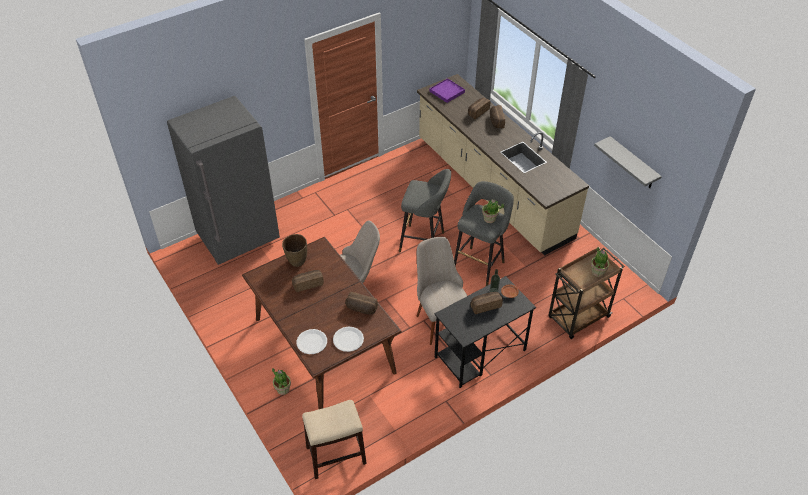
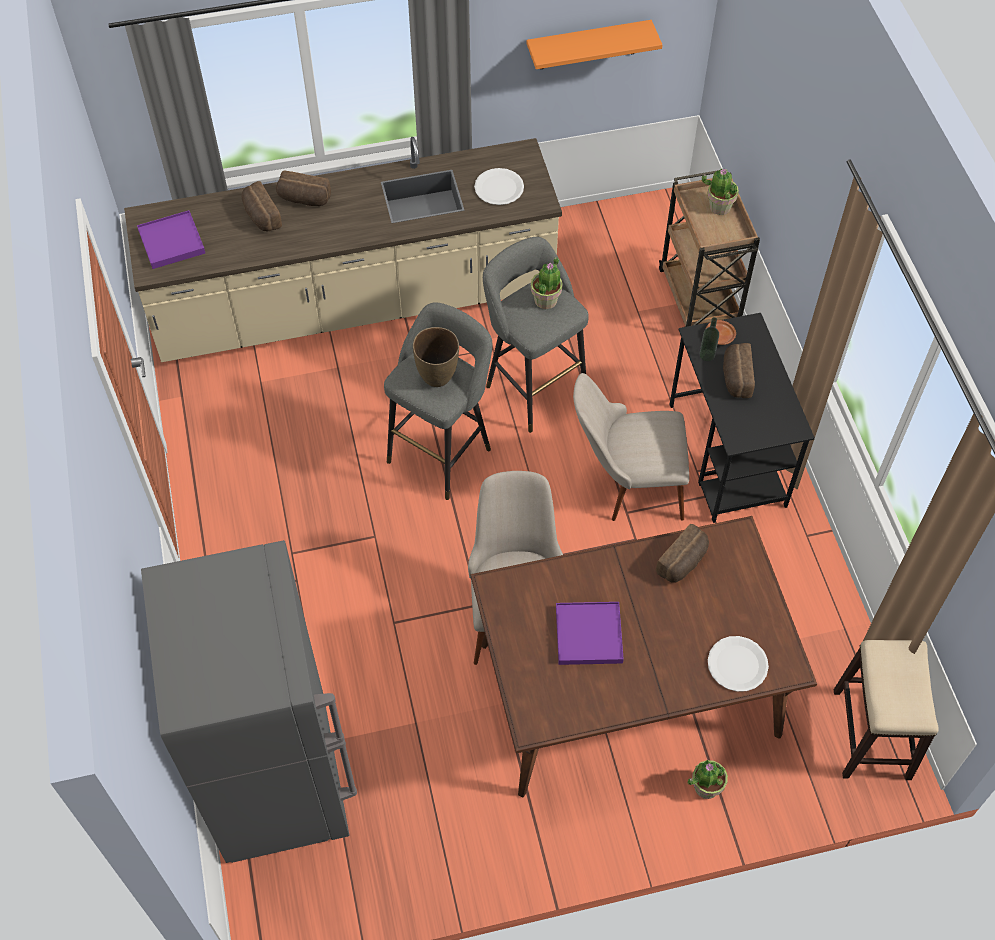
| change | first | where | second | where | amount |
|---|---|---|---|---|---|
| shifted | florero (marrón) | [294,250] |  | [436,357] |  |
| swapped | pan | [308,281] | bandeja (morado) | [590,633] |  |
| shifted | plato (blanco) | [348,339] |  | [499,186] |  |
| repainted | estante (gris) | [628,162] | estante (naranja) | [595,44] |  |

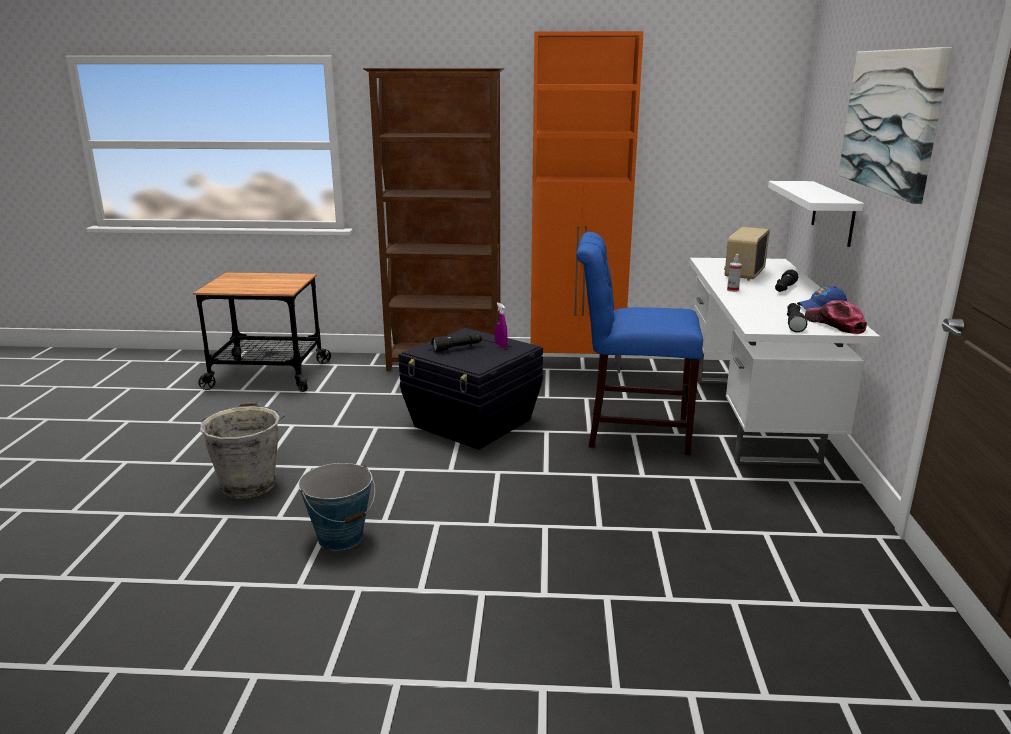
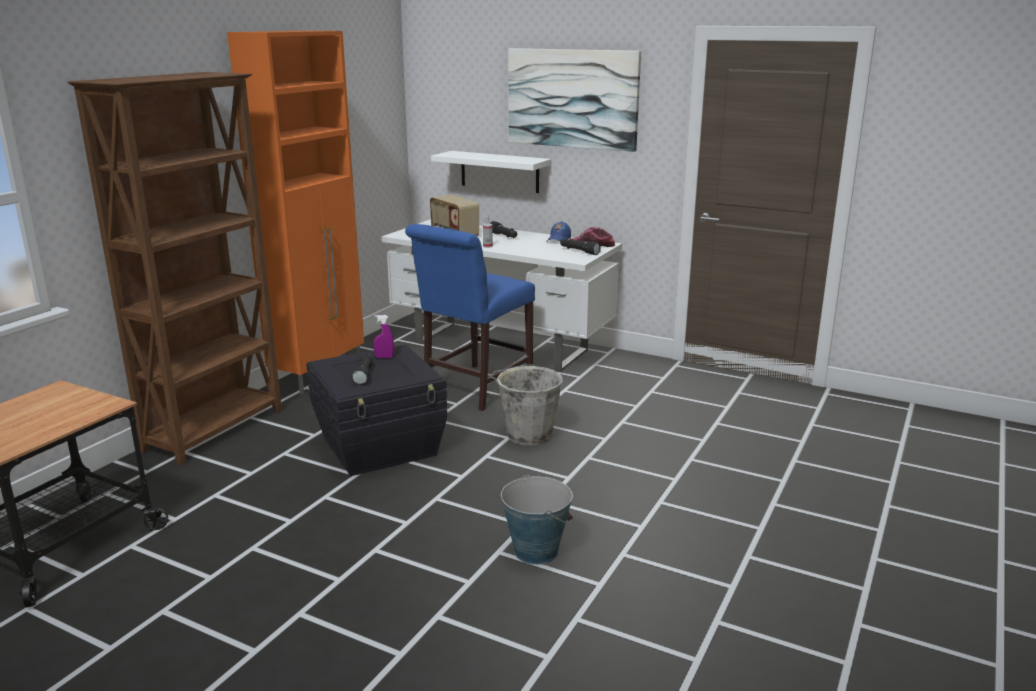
| change | first | where | second | where | amount |
|---|---|---|---|---|---|
| shifted | cubo (gris) | [242,450] |  | [526,405] |  |

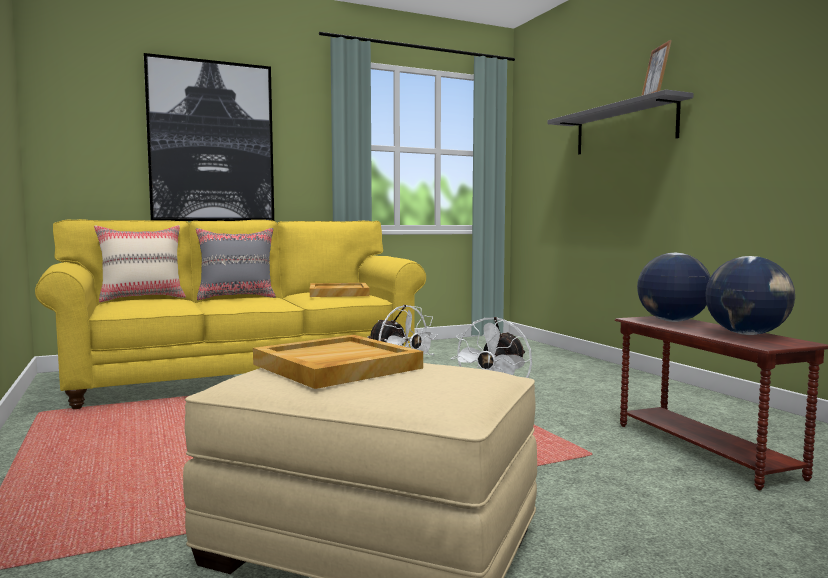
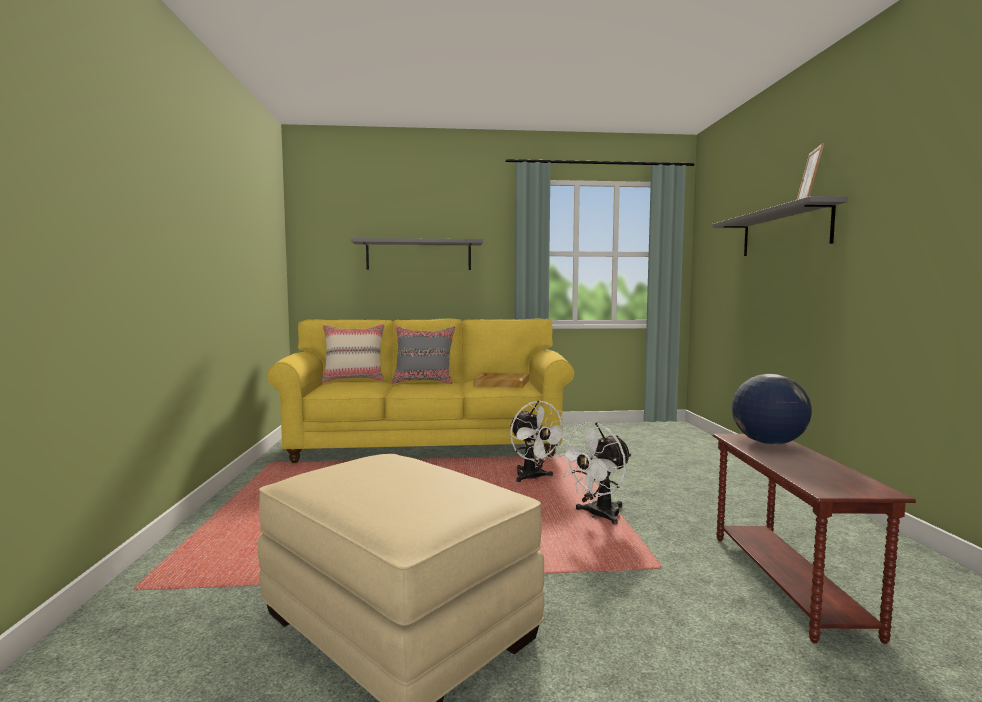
| change | first | where | second | where | amount |
|---|---|---|---|---|---|
| swapped | cuadro | [209,137] | estante (gris) | [417,254] |  |
| gone | bandeja (beis) | [338,362] |  |  |  |
| gone | globo terráqueo | [750,295] |  |  |  |

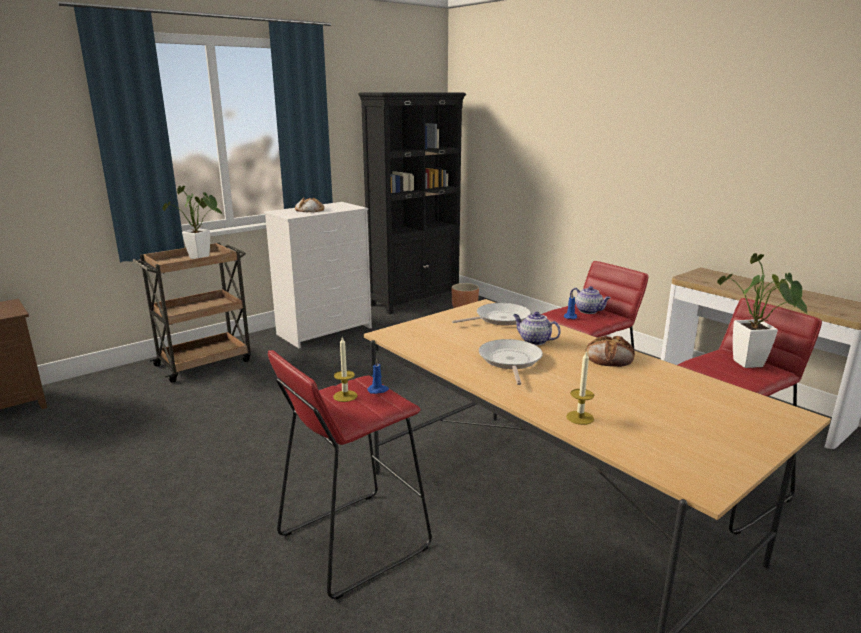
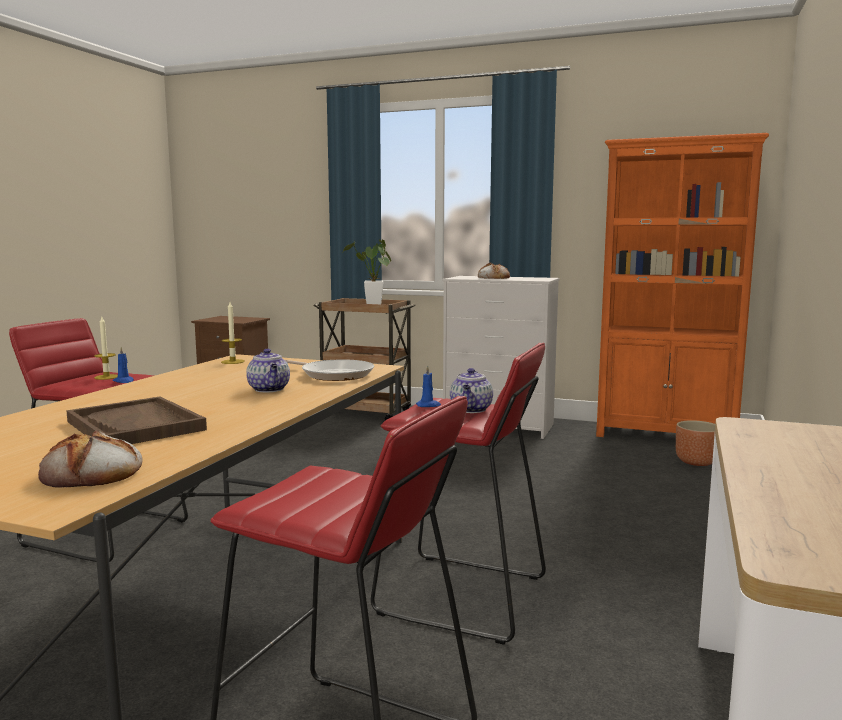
| change | first | where | second | where | amount |
|---|---|---|---|---|---|
| repainted | estantería (negro) | [412,204] | estantería (naranja) | [682,285] |  |
| gone | sartén | [511,362] |  |  |  |
| rotated | tetera | [537,328] |  | [268,371] | 150 degrees clockwise |
| shifted | vela | [580,388] |  | [233,333] |  |
| shifted | pan | [610,351] |  | [90,459] |  |
| gone | planta en maceta | [762,310] |  |  |  |
| new |  |  | bandeja (marrón) | [136,420] |  |

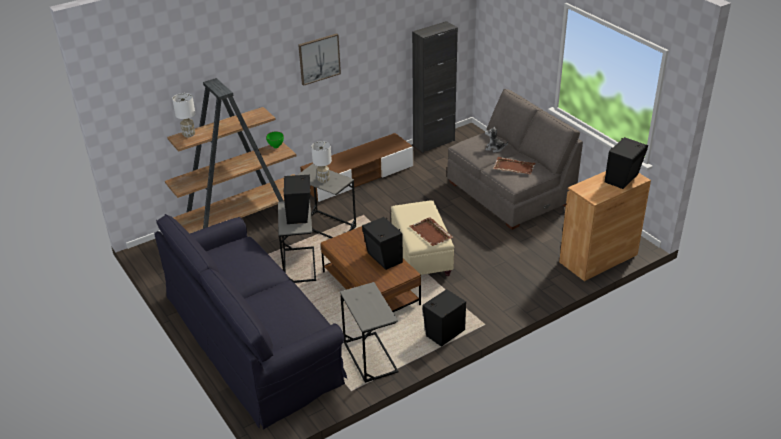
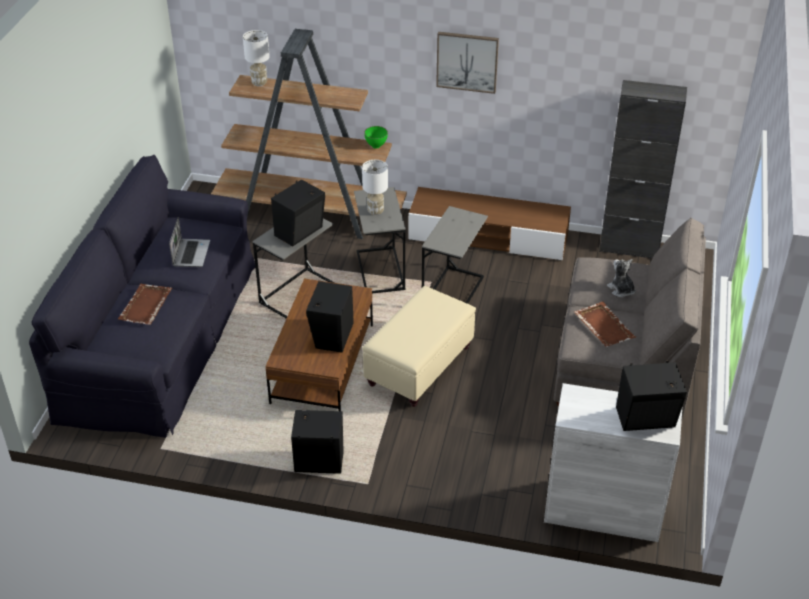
| change | first | where | second | where | amount |
|---|---|---|---|---|---|
| shifted | mesa auxiliar (gris) | [369,332] |  | [455,255] |  |
| shifted | bandeja (marrón) | [431,231] |  | [145,304] |  |
| repainted | armario (marrón) | [605,226] | armario (blanco) | [613,462] |  |
| new |  |  | portátil | [189,242] |  |

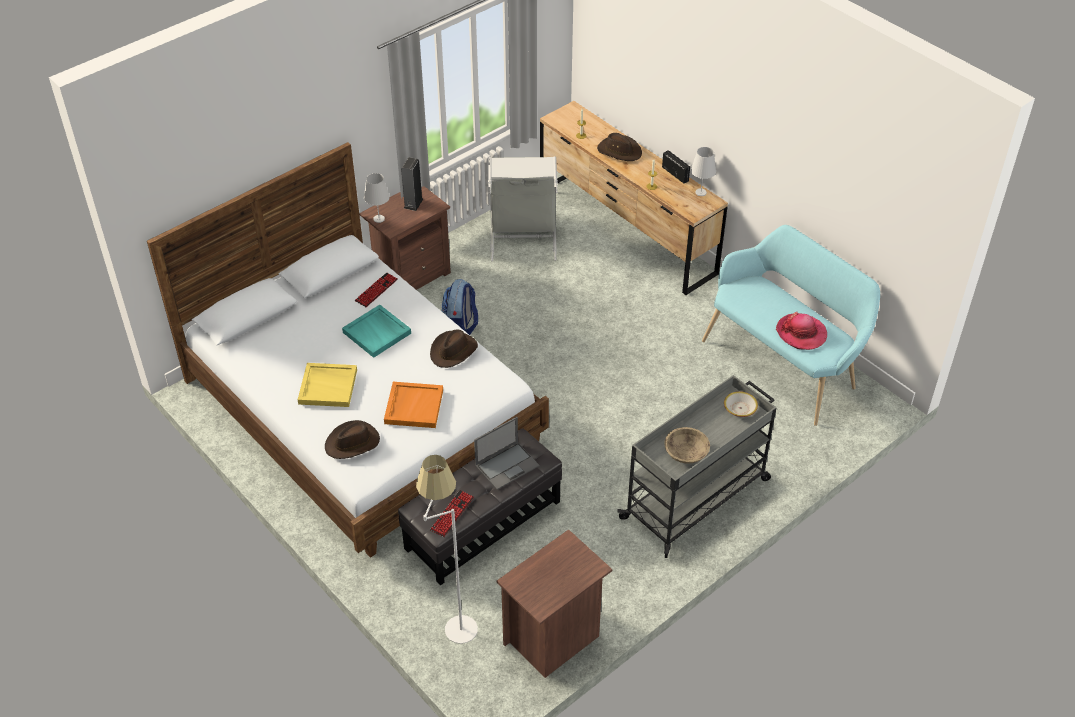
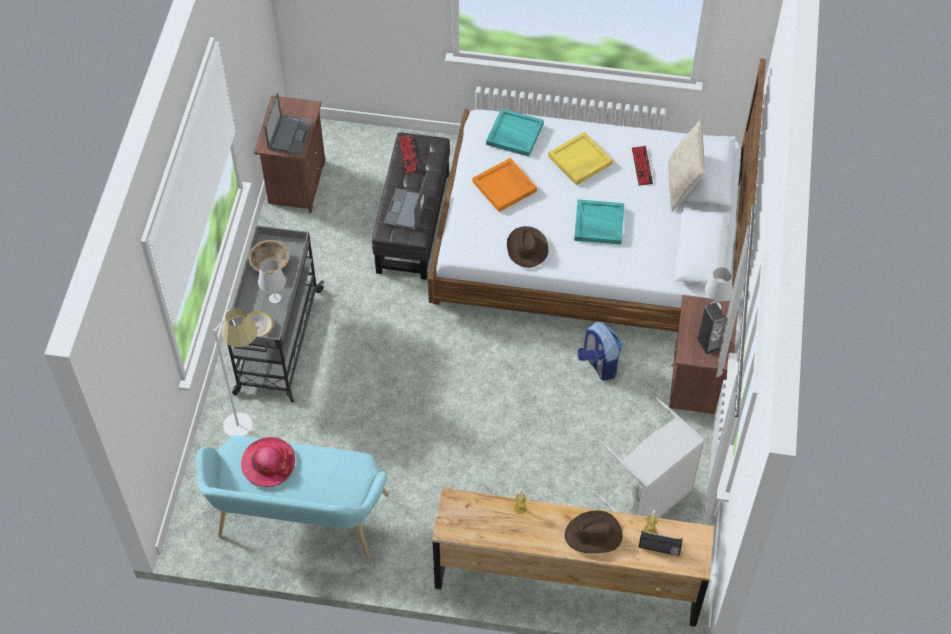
| change | first | where | second | where | amount |
|---|---|---|---|---|---|
| swapped | sombrero (marrón) | [352,439] | bandeja (turquesa) | [515,132] |  |
| shifted | teclado | [376,290] |  | [642,166] |  |
| shifted | lámpara de pie (blanco) | [447,549] |  | [235,372] |  |
| shifted | radio | [676,166] |  | [661,543] |  |
| shifted | lámpara de mesa (blanco) | [703,171] |  | [272,281] |  |
| new |  |  | portátil | [288,123] |  |
| new |  |  | cojín (beis) | [686,166] |  |

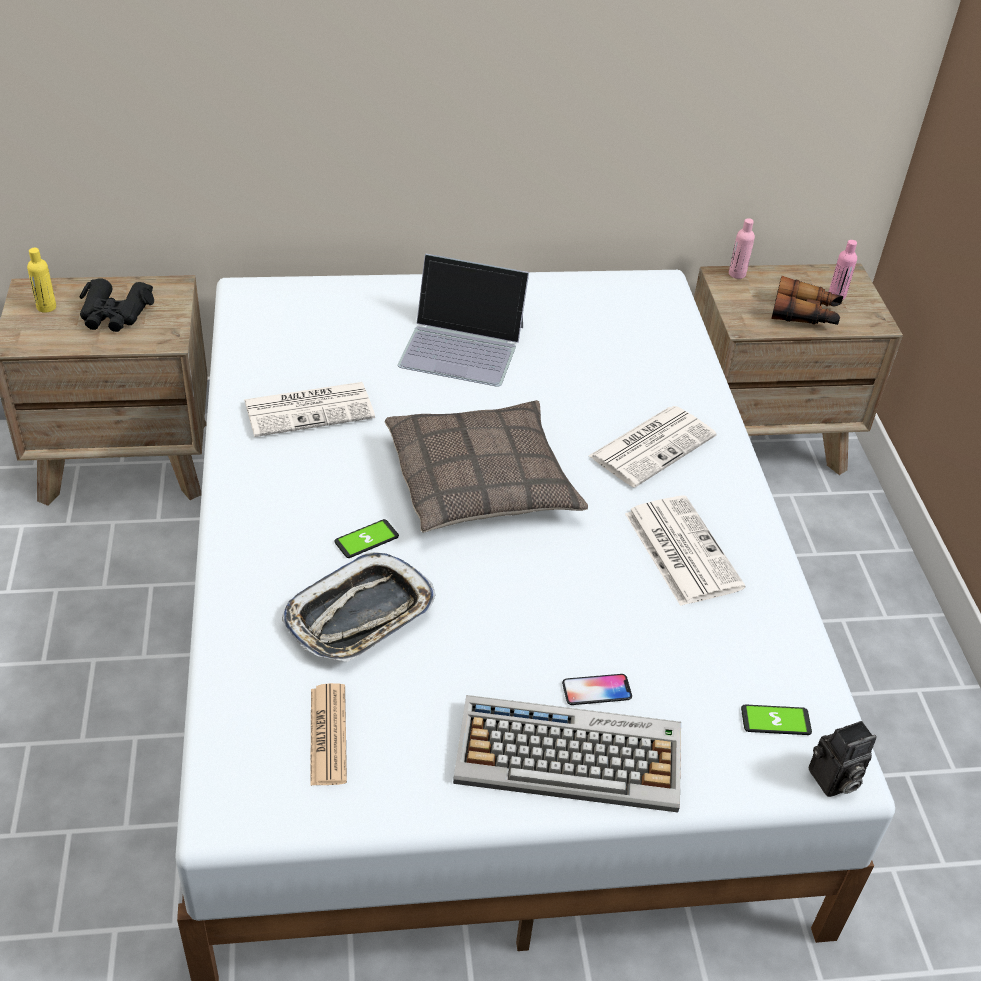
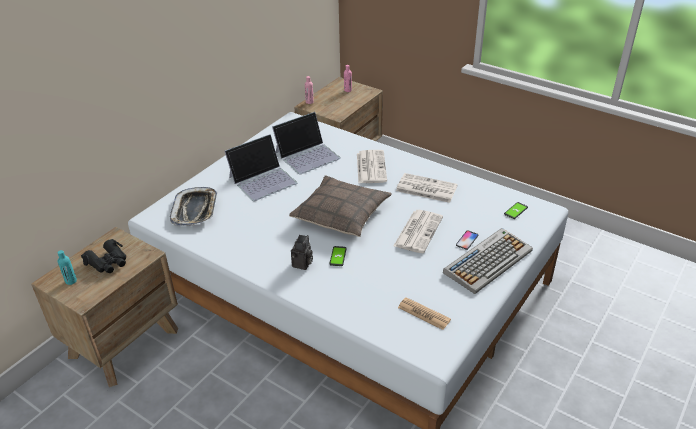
| change | first | where | second | where | amount |
|---|---|---|---|---|---|
| repainted | botella (amarillo) | [41,280] | botella (turquesa) | [67,267] |  |
| shifted | periódico | [309,409] |  | [418,231] |  |
| shifted | bandeja | [359,607] |  | [193,206] |  |
| gone | prismáticos | [807,300] |  |  |  |
| shifted | cámara | [842,759] |  | [302,252] |  |
| new |  |  | portátil | [306,143] |  |

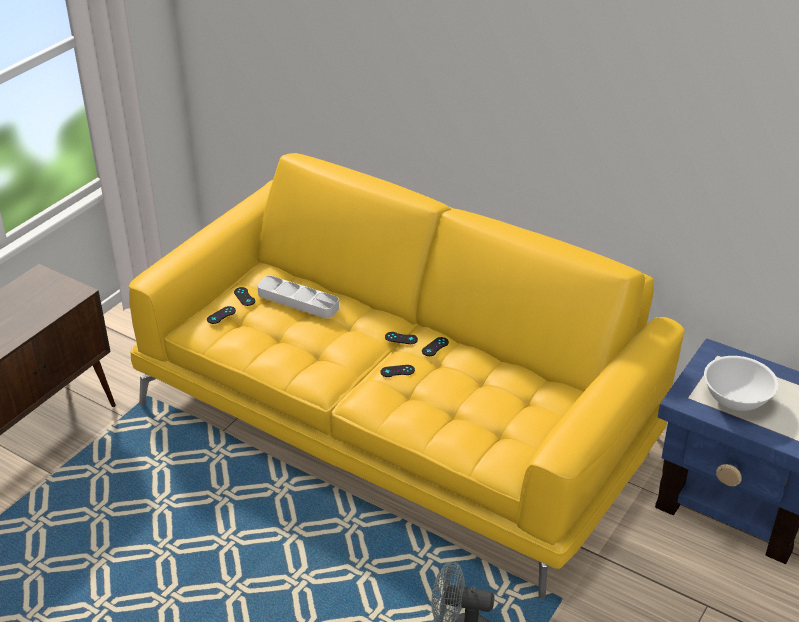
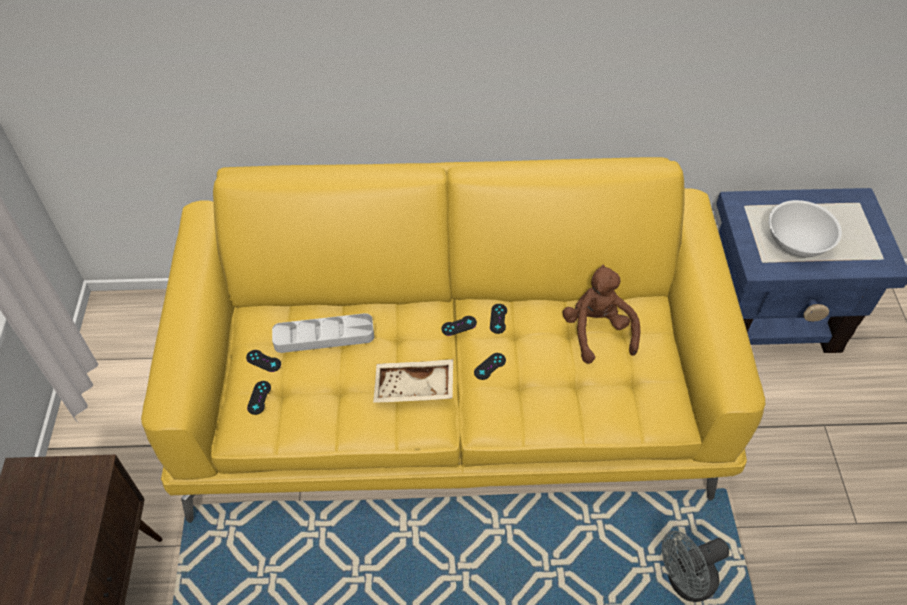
| change | first | where | second | where | amount |
|---|---|---|---|---|---|
| new |  |  | bandeja (beis) | [413,381] |  |
| new |  |  | peluche (marrón) | [601,314] |  |

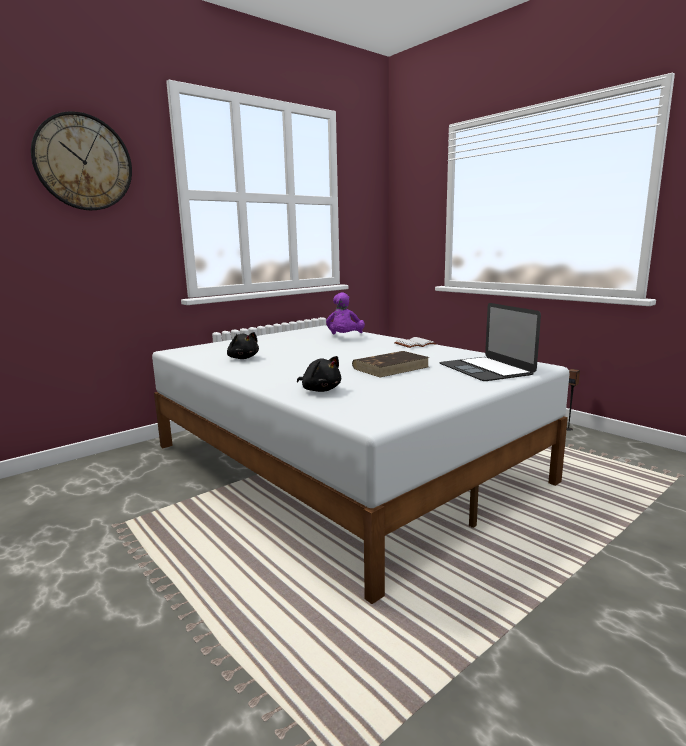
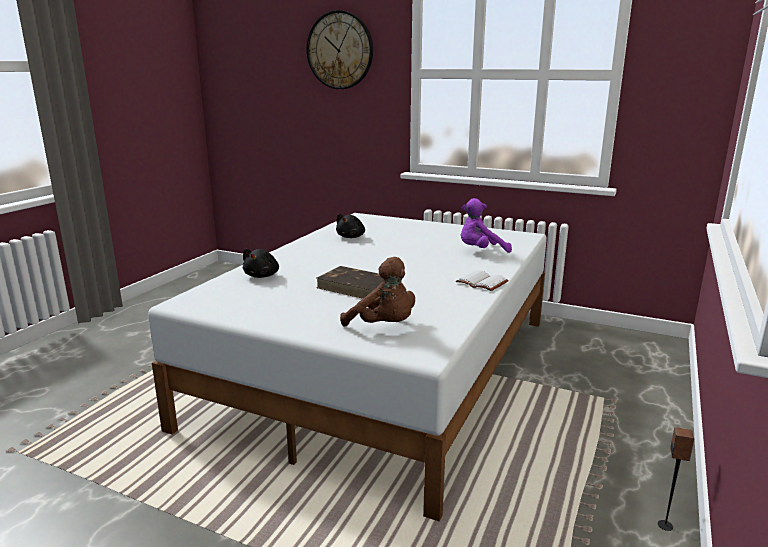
| change | first | where | second | where | amount |
|---|---|---|---|---|---|
| swapped | portátil | [490,342] | peluche (marrón) | [377,292] |  |

